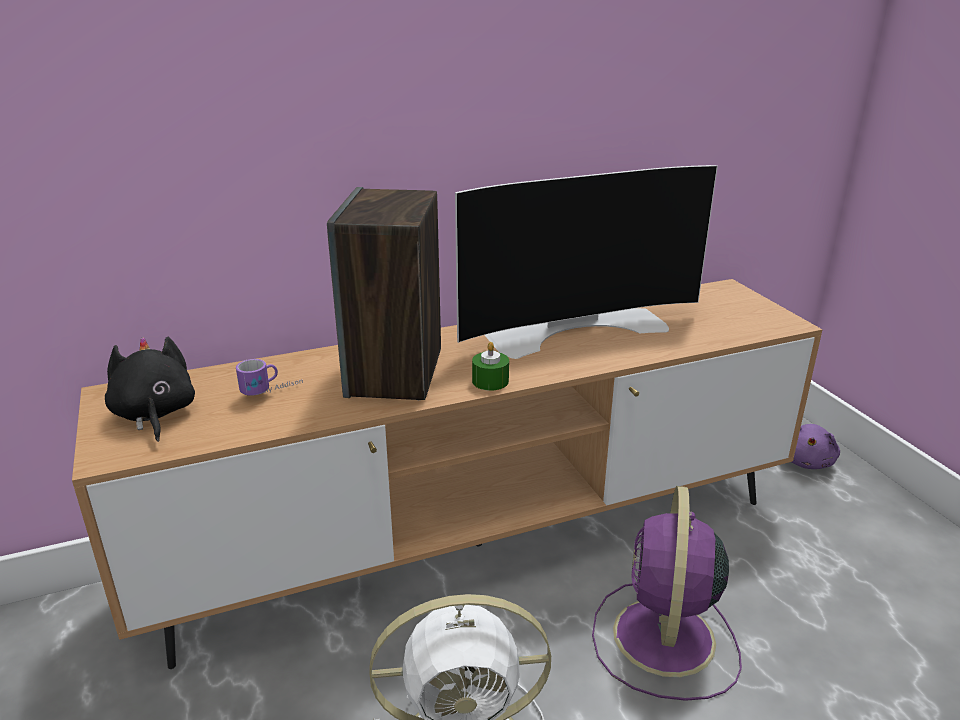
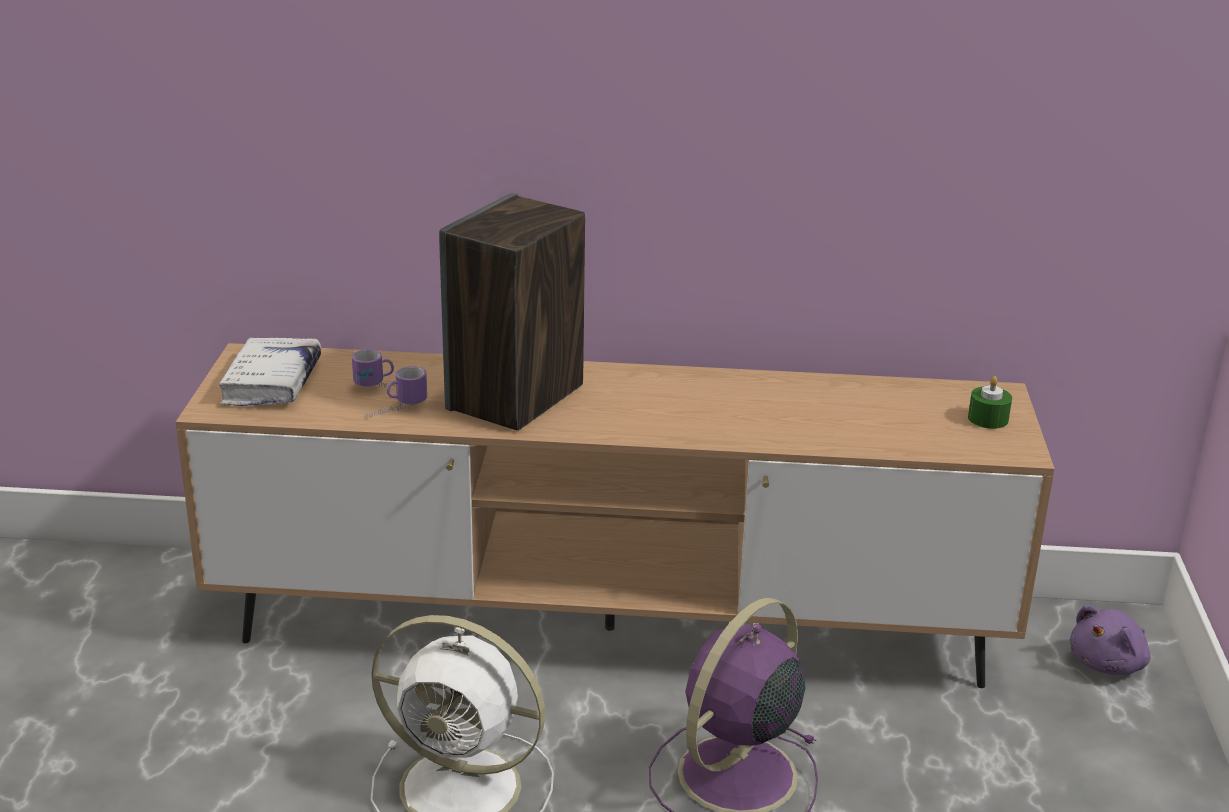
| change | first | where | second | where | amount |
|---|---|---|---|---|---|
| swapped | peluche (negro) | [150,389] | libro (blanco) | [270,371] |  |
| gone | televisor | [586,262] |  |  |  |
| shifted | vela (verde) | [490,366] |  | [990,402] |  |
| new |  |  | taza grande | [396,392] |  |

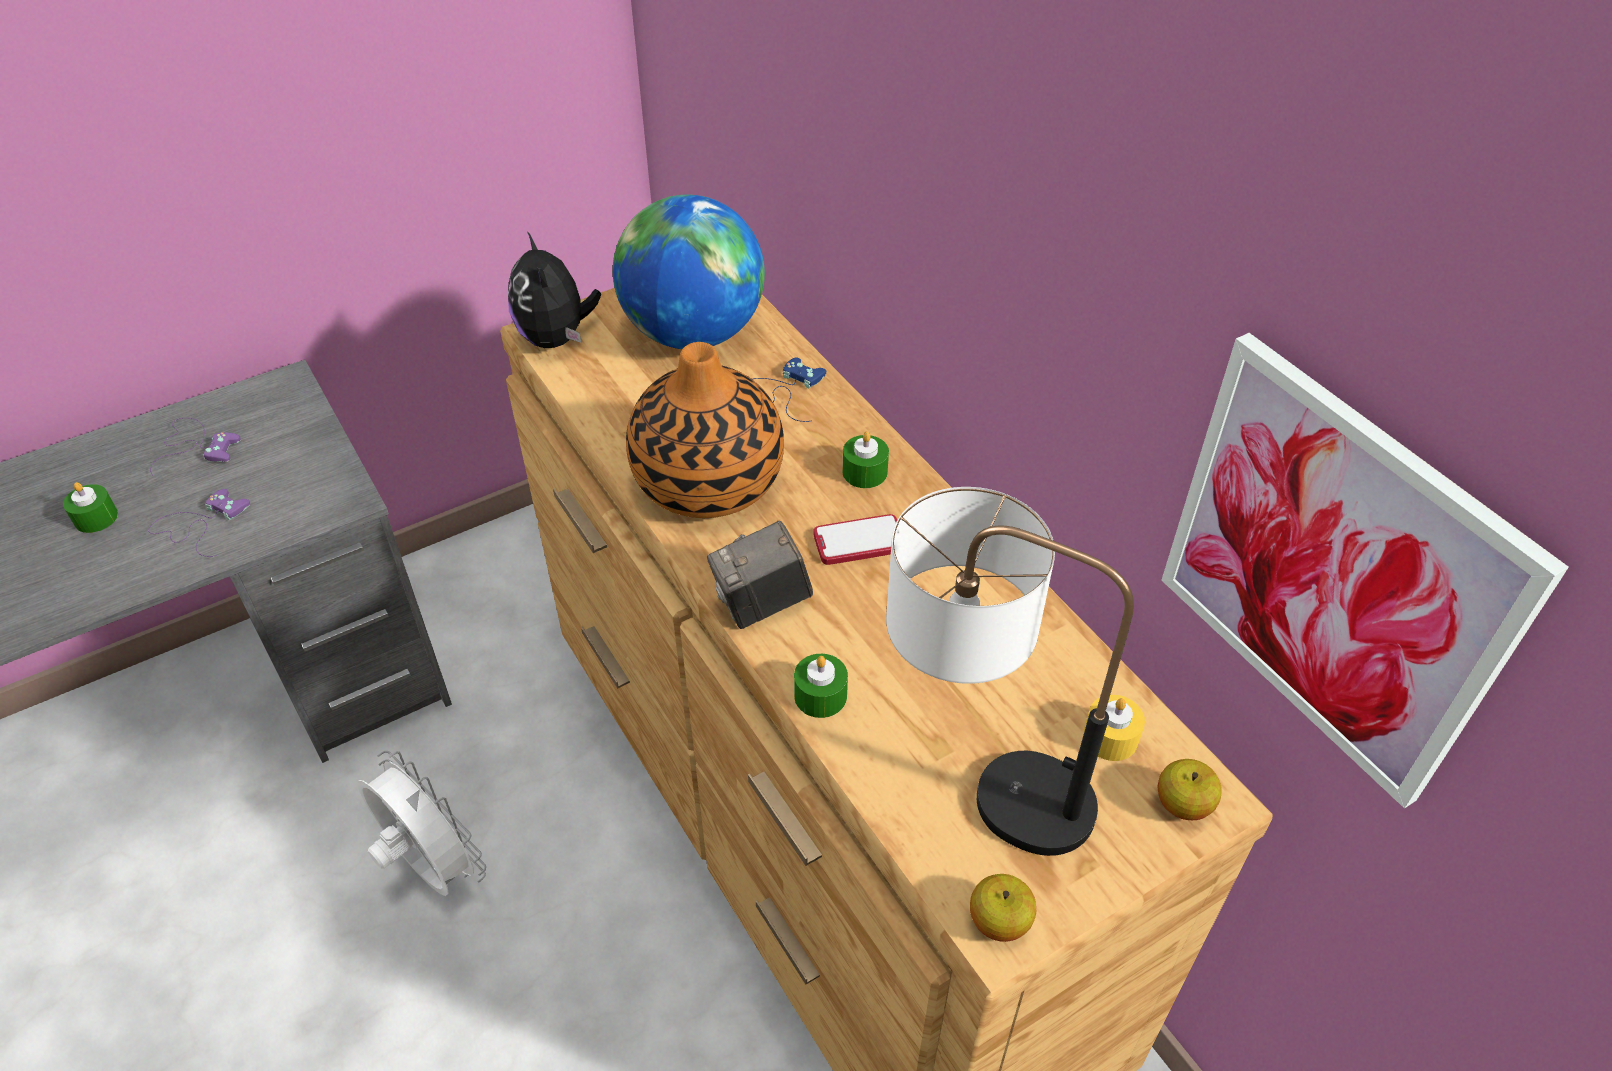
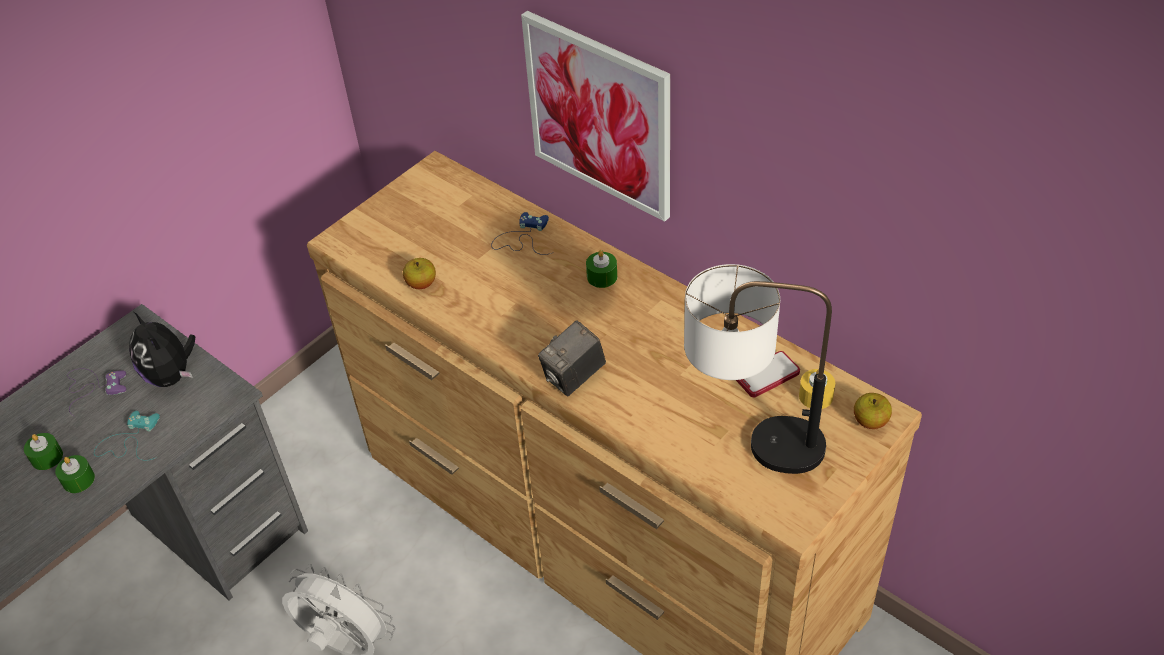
| change | first | where | second | where | amount |
|---|---|---|---|---|---|
| repainted | mando de consola (morado) | [199,523] | mando de consola (turquesa) | [127,436] |  |
| shifted | peluche | [554,289] |  | [162,349] |  |
| gone | globo terráqueo | [689,271] |  |  |  |
| gone | florero | [705,430] |  |  |  |
| shifted | vela (verde) | [821,686] |  | [75,474] |  |
| shifted | móvil | [855,539] |  | [768,374] |  |
| shifted | manzana | [1003,908] |  | [419,273] |  |
| shifted | cuadro | [1365,570] |  | [595,116] |  |

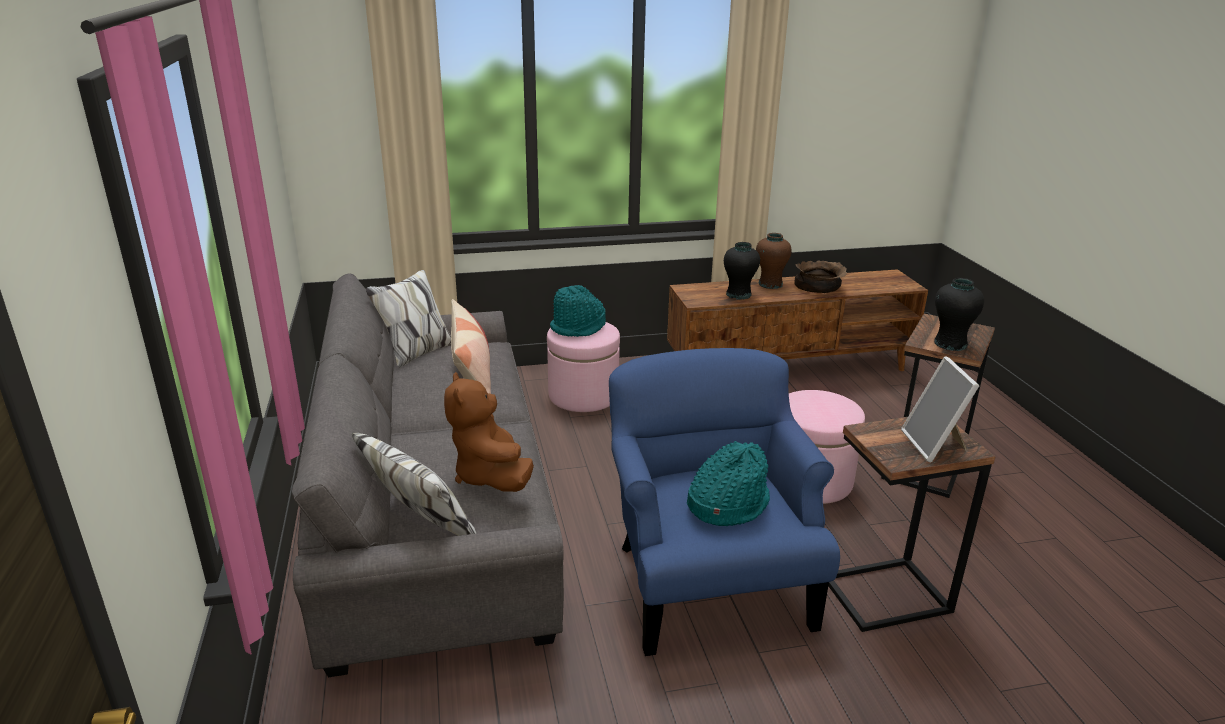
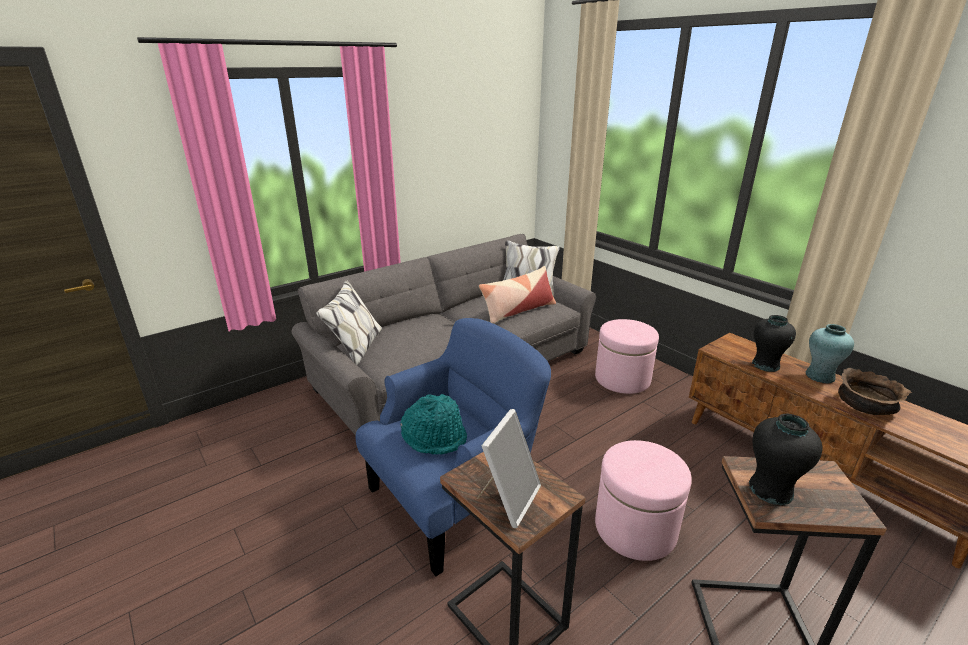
| change | first | where | second | where | amount |
|---|---|---|---|---|---|
| gone | peluche (marrón) | [489,432] |  |  |  |
| gone | sombrero (turquesa) | [578,311] |  |  |  |
| repainted | florero (marrón) | [774,261] | florero (turquesa) | [830,353] |  |
| rotated | portarretratos | [940,409] |  | [509,468] | 150 degrees clockwise |

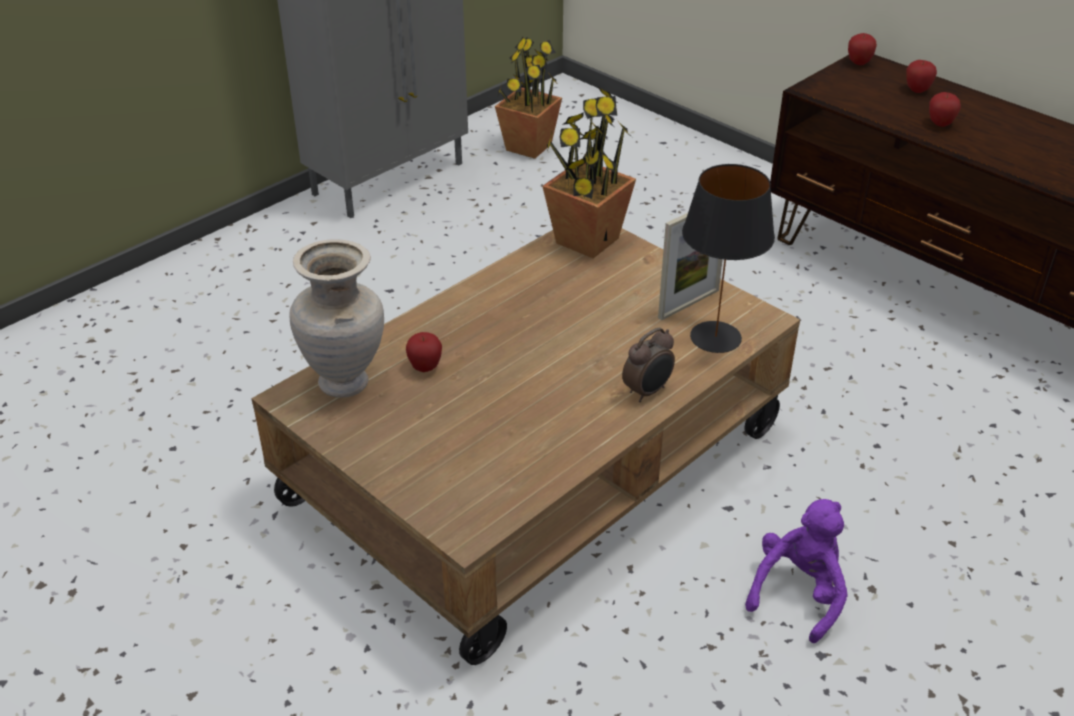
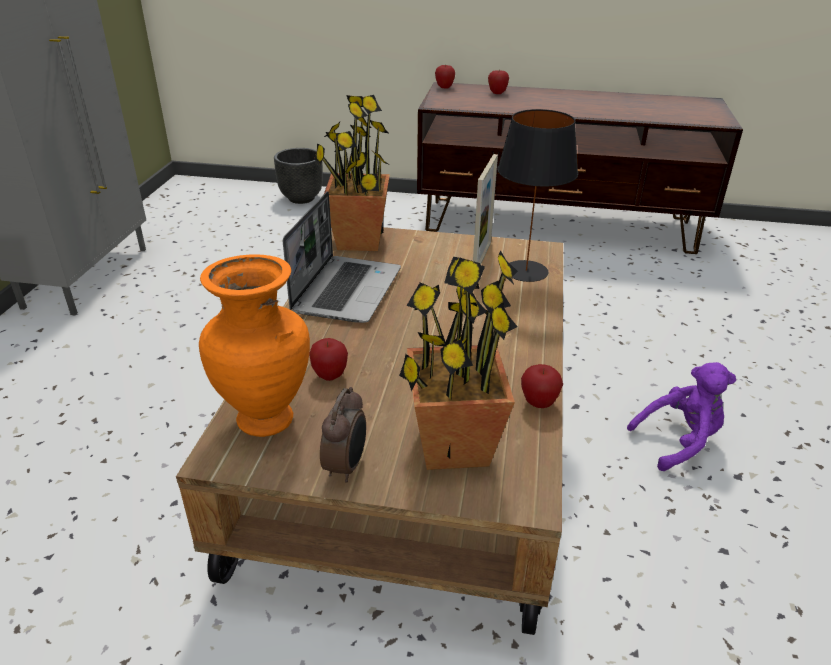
| change | first | where | second | where | amount |
|---|---|---|---|---|---|
| repainted | florero (beis) | [336,318] | florero (naranja) | [254,345] |  |
| shifted | planta en maceta | [528,97] |  | [458,360] |  |
| shifted | despertador | [648,364] |  | [343,435] |  |
| rotated | peluche (morado) | [796,571] |  | [681,416] | 75 degrees clockwise |
| shifted | manzana | [945,109] |  | [542,386] |  |
| new |  |  | maceta (negro) | [298,176] |  |
| new |  |  | portátil | [342,257] |  |

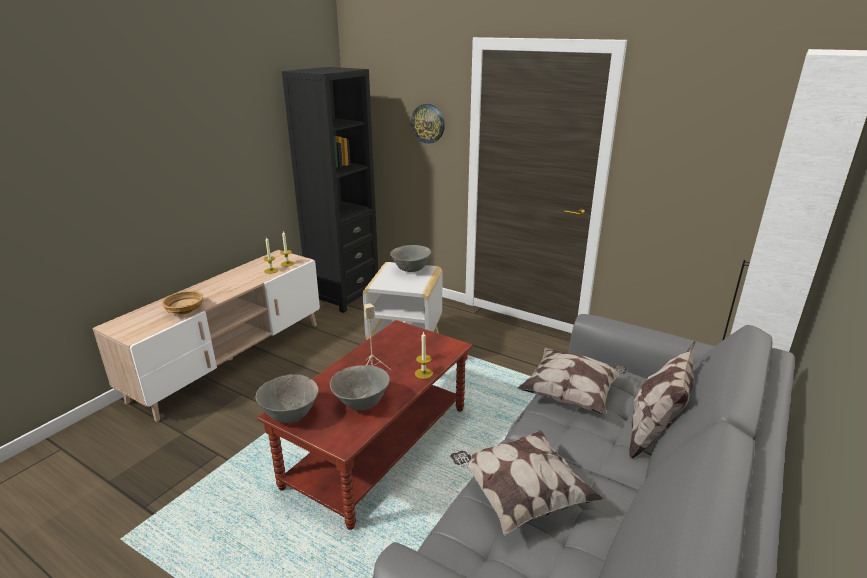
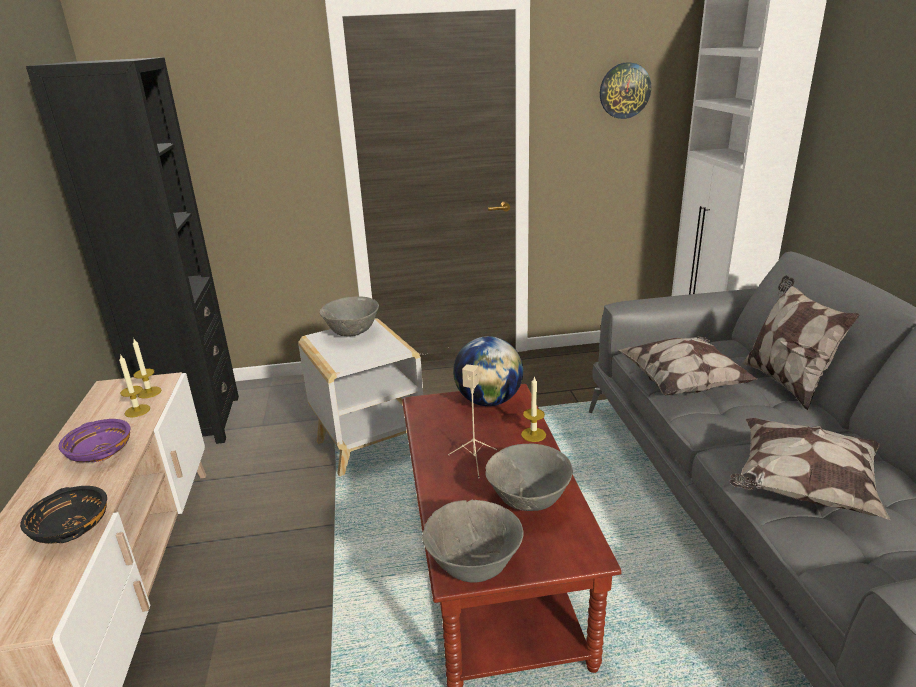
| change | first | where | second | where | amount |
|---|---|---|---|---|---|
| repainted | cuenco (beis) | [182,302] | cuenco (negro) | [63,515] |  |
| shifted | reloj de pared | [428,124] |  | [625,90] |  |
| new |  |  | cuenco (morado) | [94,440] |  |
| new |  |  | globo terráqueo | [488,371] |  |

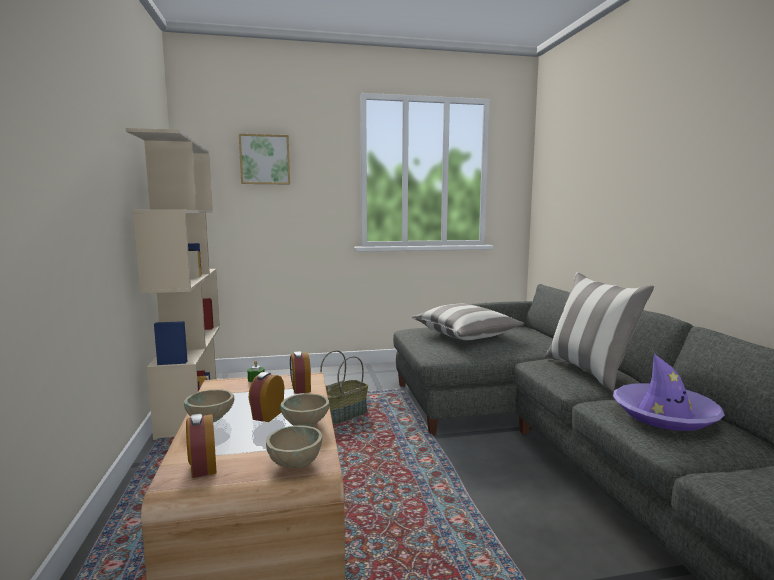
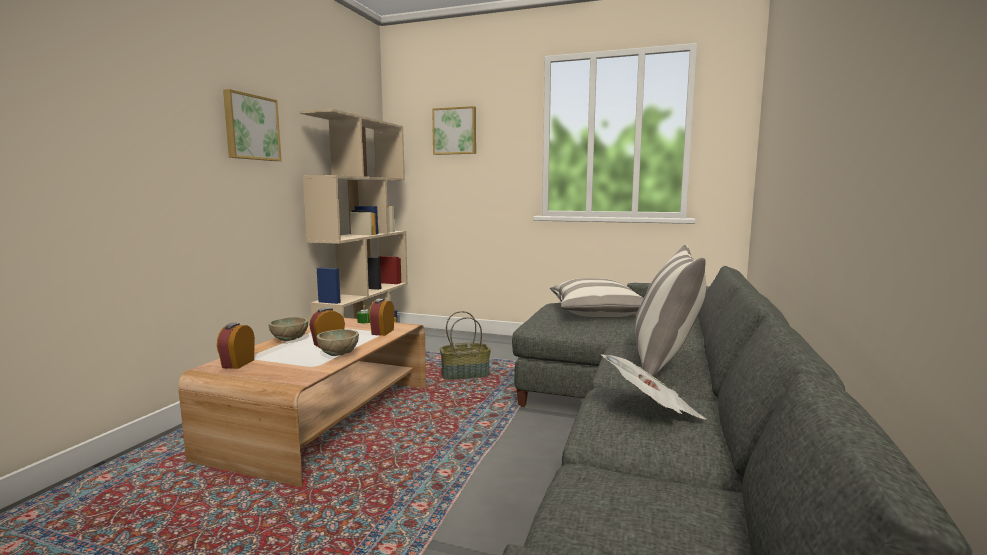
| change | first | where | second | where | amount |
|---|---|---|---|---|---|
| gone | cuenco (beis) | [294,446] |  |  |  |
| swapped | sombrero (morado) | [669,392] | periódico | [654,387] |  |
| new |  |  | cuadro | [252,125] |  |

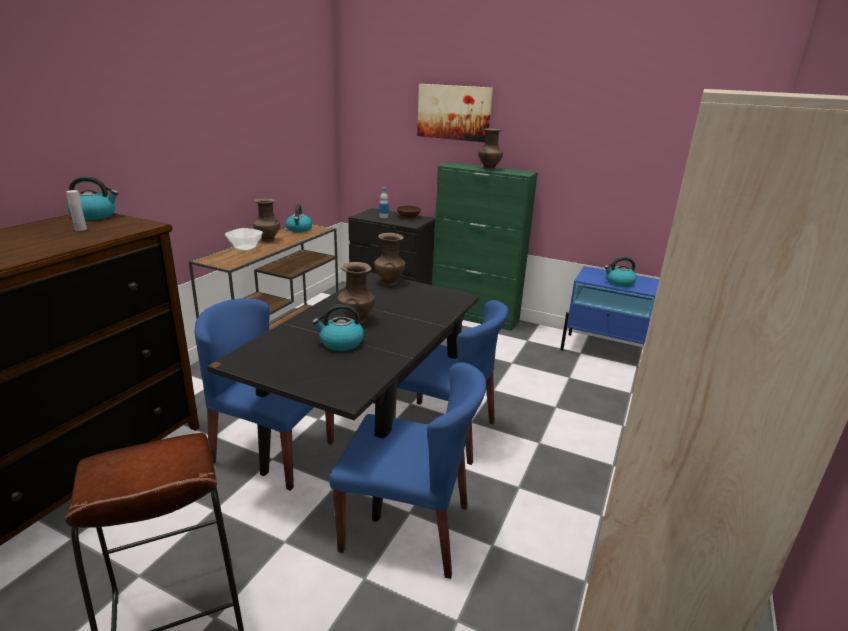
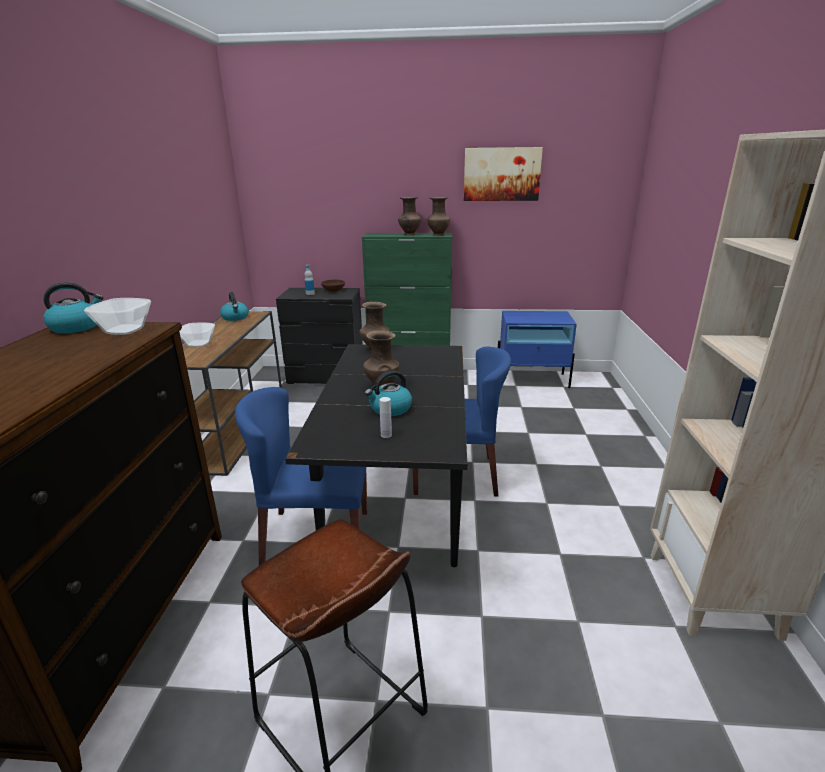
| change | first | where | second | where | amount |
|---|---|---|---|---|---|
| shifted | botella (blanco) | [76,210] |  | [386,417] |  |
| shifted | florero (marrón) | [266,220] |  | [438,216] |  |
| gone | silla (azul) | [407,470] |  |  |  |
| shifted | cuadro | [455,113] |  | [503,174] |  |
| gone | hervidor | [620,272] |  |  |  |
| new |  |  | cuenco | [117,316] |  |

